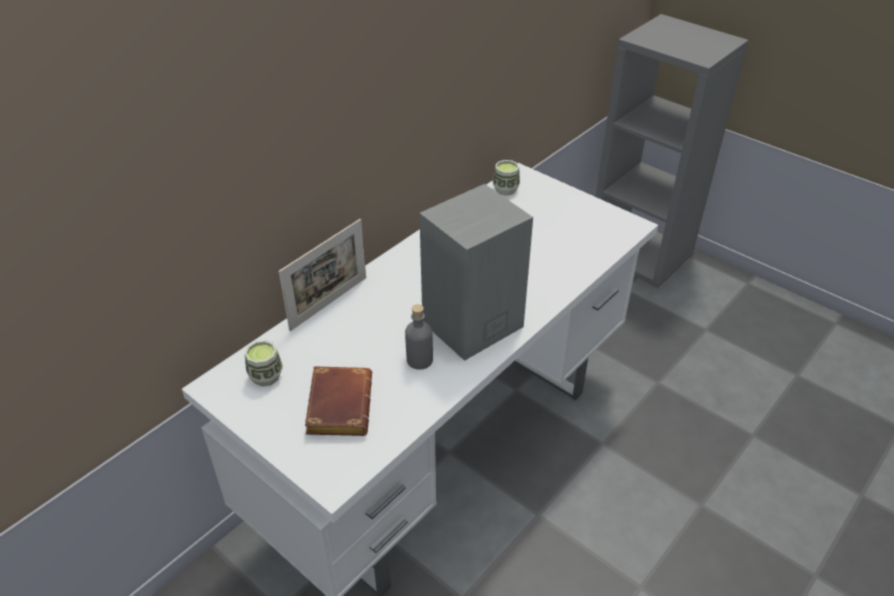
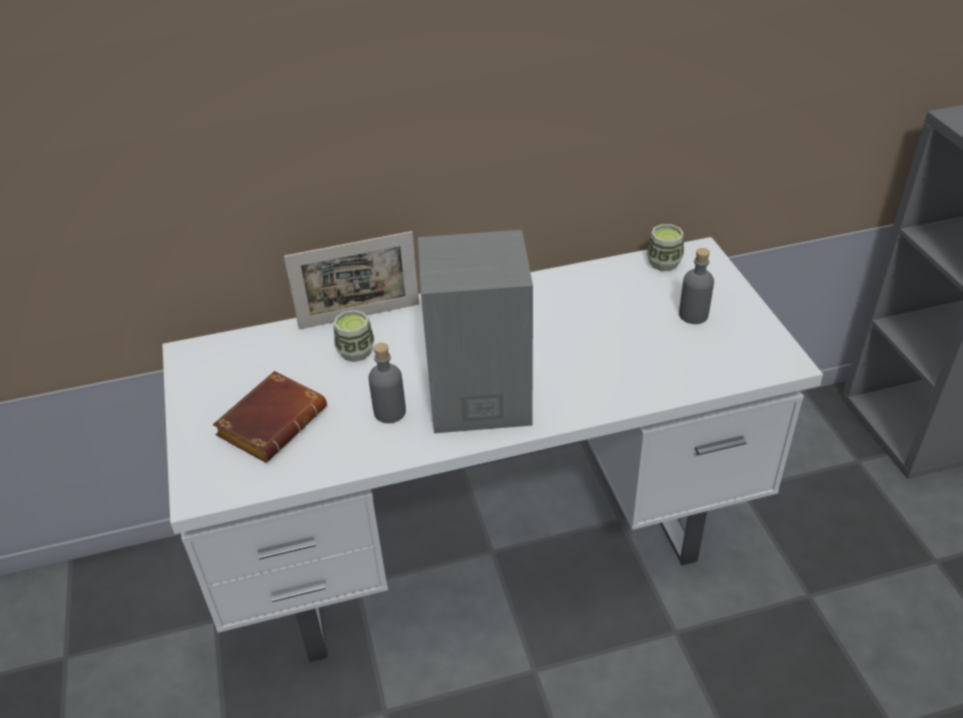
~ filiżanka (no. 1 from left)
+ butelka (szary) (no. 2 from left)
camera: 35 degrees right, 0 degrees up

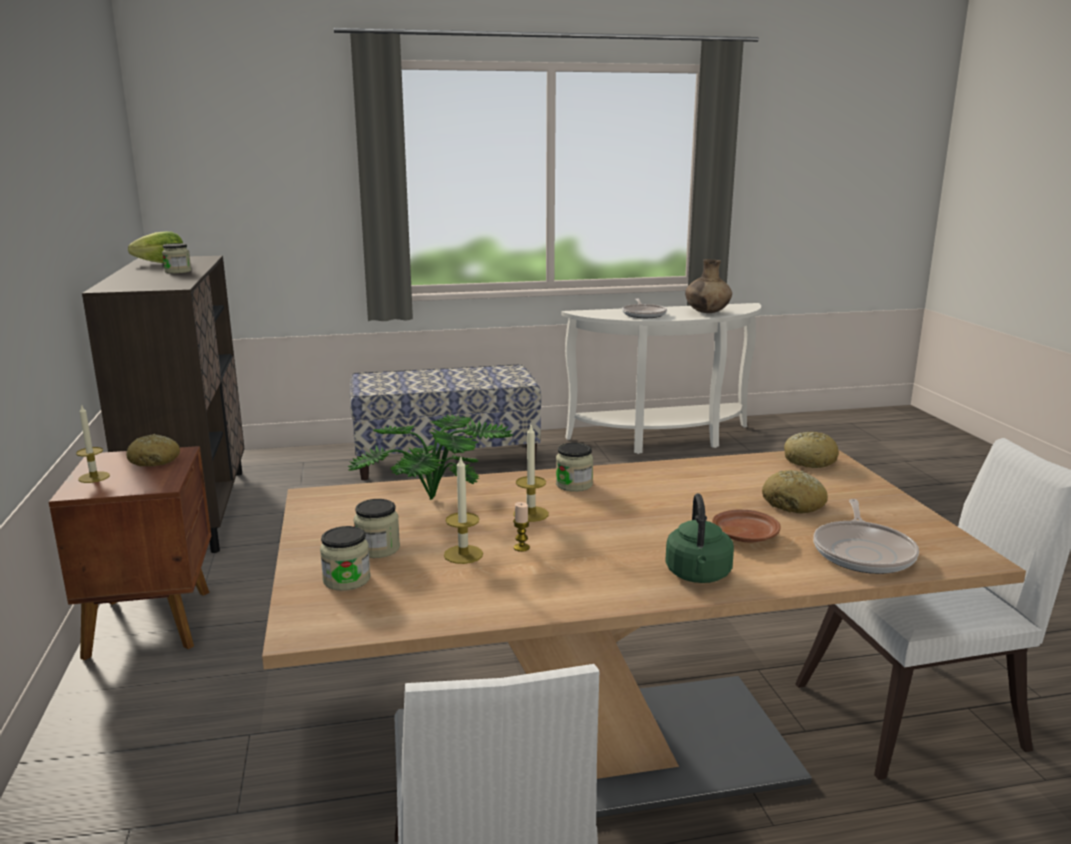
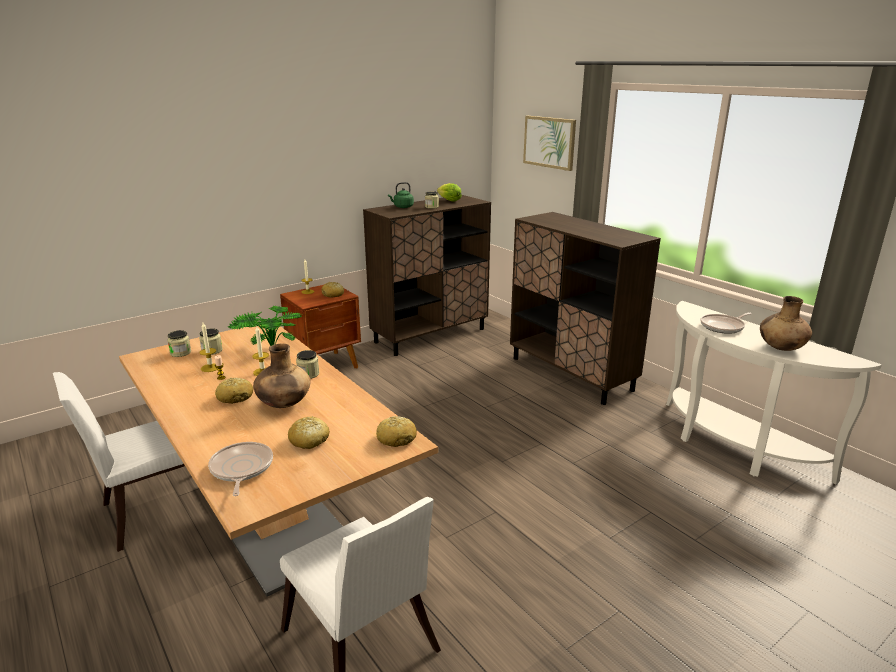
~ patelnia (no. 2 from left in the first image) 90 degrees clockwise
+ chleb (no. 1 from left)
+ wazon (brązowy) (no. 1 from left)
~ czajnik (zielony)
~ ławka to szafka (brązowy) (no. 2 from left)
+ obraz
- talerz (brązowy)
camera: 65 degrees right, 5 degrees up

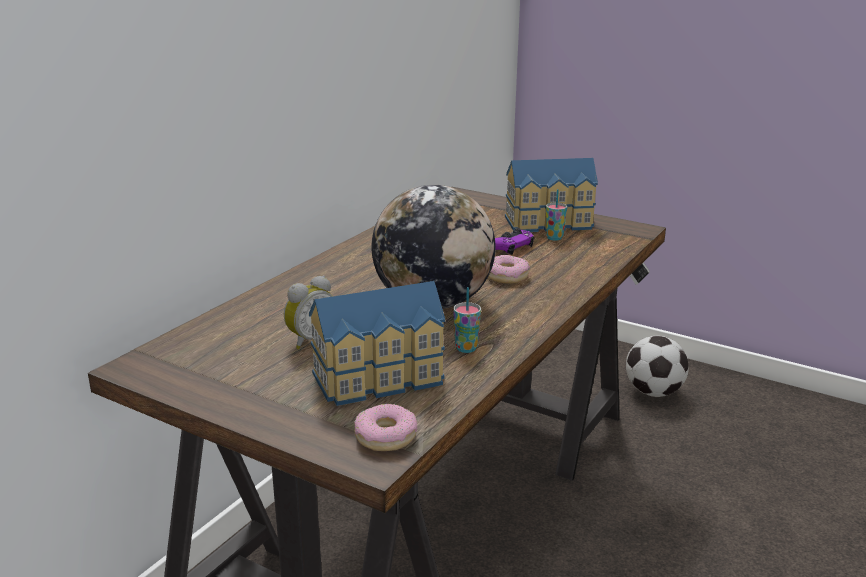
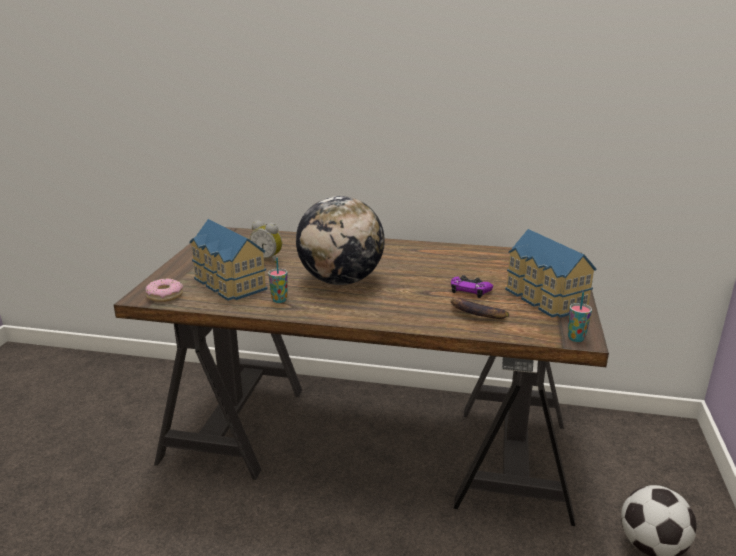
+ banan
~ filiżanka (no. 2 from left)
- donut (no. 2 from left)
camera: 70 degrees right, 0 degrees up

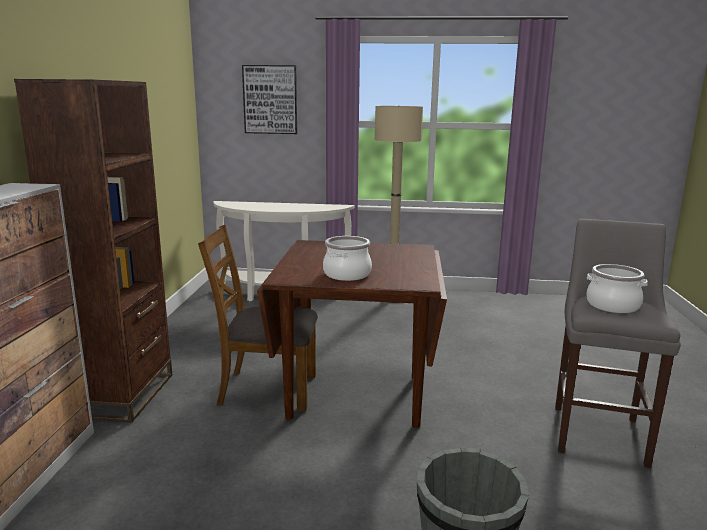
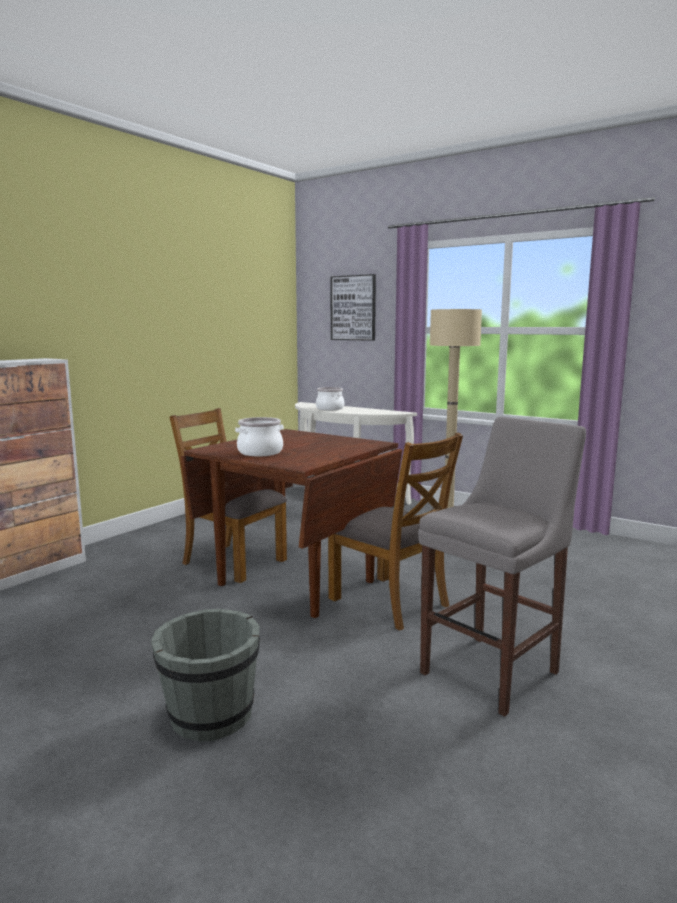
~ garnek (no. 2 from left)
+ krzesło (brązowy) (no. 2 from left)
- regał (brązowy)
camera: 30 degrees right, 5 degrees down

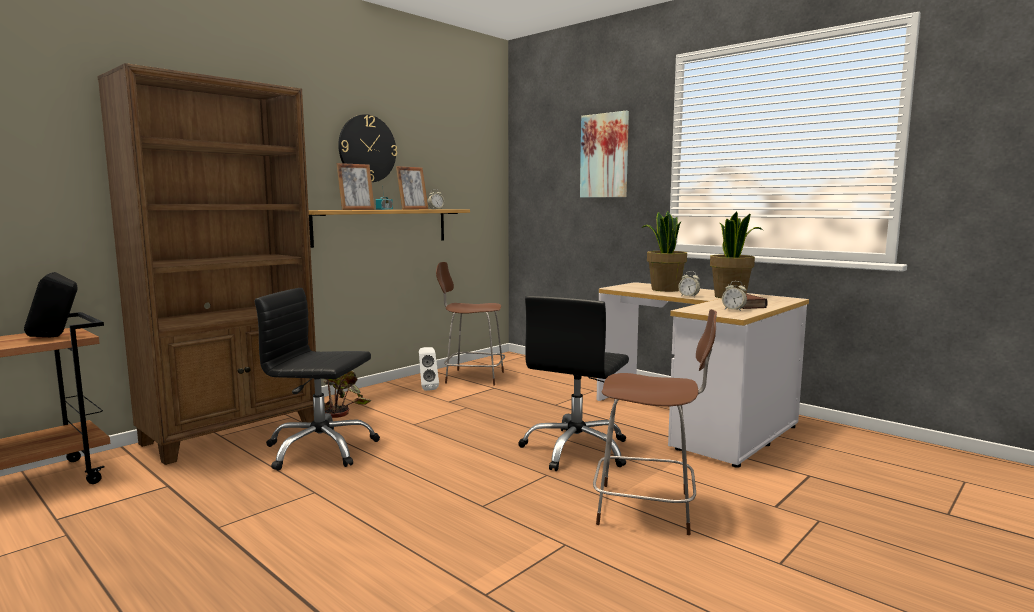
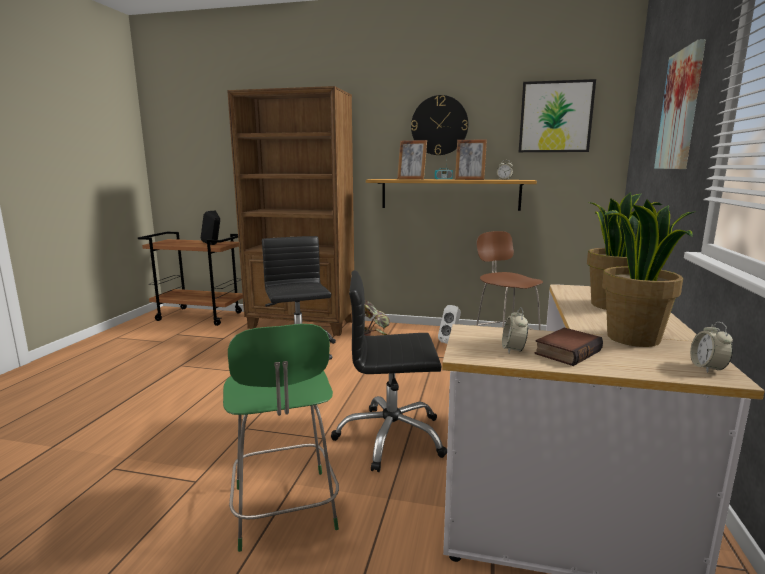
~ krzesło (brązowy) (no. 2 from left) to krzesło (zielony)
+ obraz (no. 1 from left)
~ budzik (no. 2 from left in the first image) to budzik (no. 3 from left)
camera: 60 degrees right, 5 degrees up

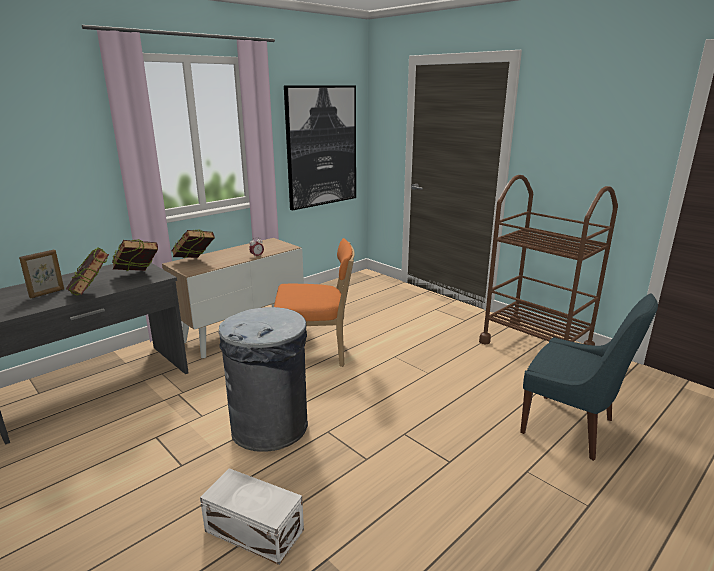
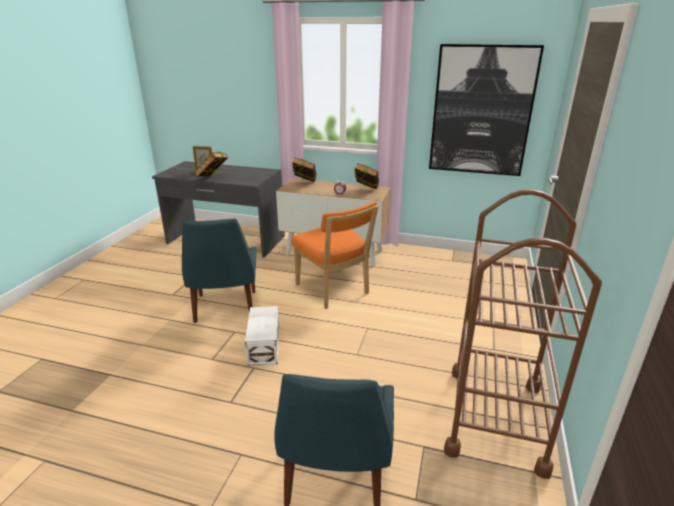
~ kosz na śmieci (szary) to krzesło (niebieski) (no. 1 from left)
~ pojemnik do przechowywania (biały)
~ książka (no. 2 from left in the first image) to książka (no. 3 from left)
camera: 60 degrees right, 5 degrees up

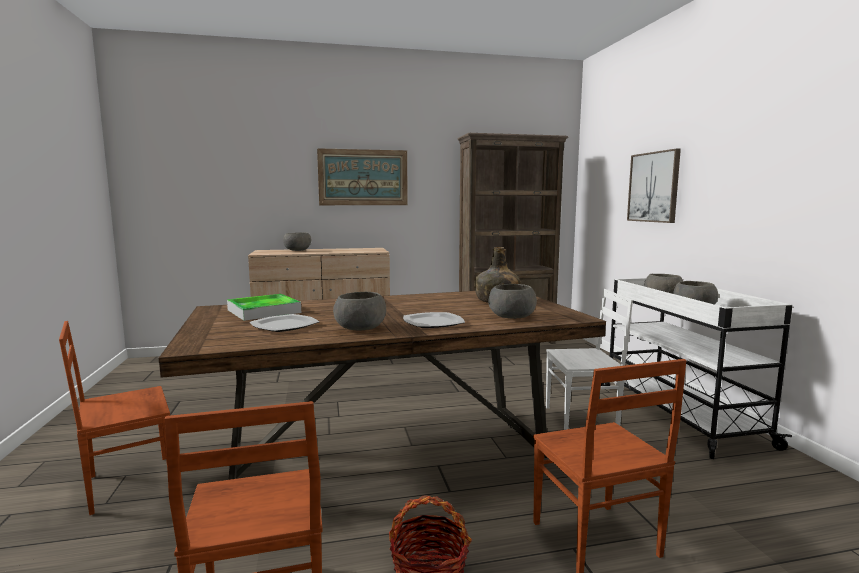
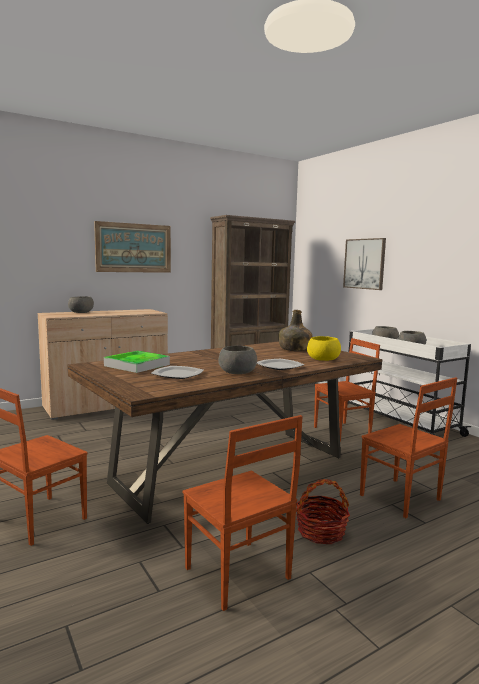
~ miska (szary) (no. 3 from left) to miska (żółty)
~ krzesło (biały) to krzesło (brązowy) (no. 3 from left)
camera: 20 degrees left, 0 degrees up

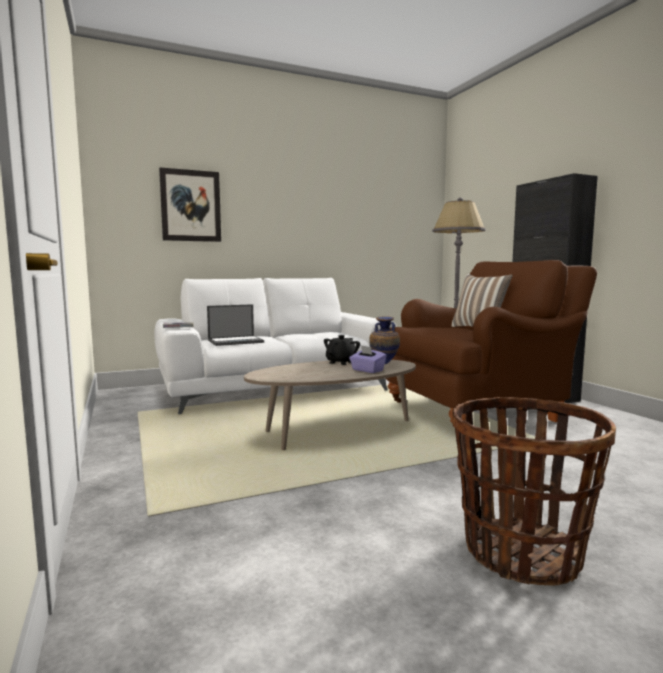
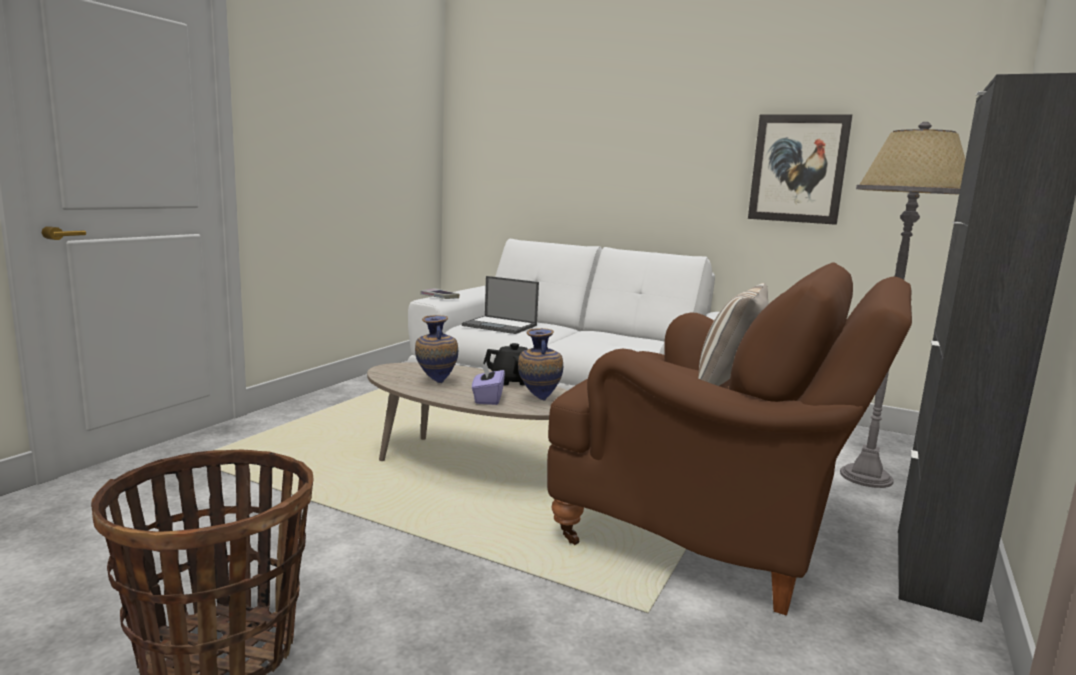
+ wazon (no. 1 from left)
~ obraz
camera: 50 degrees right, 5 degrees up

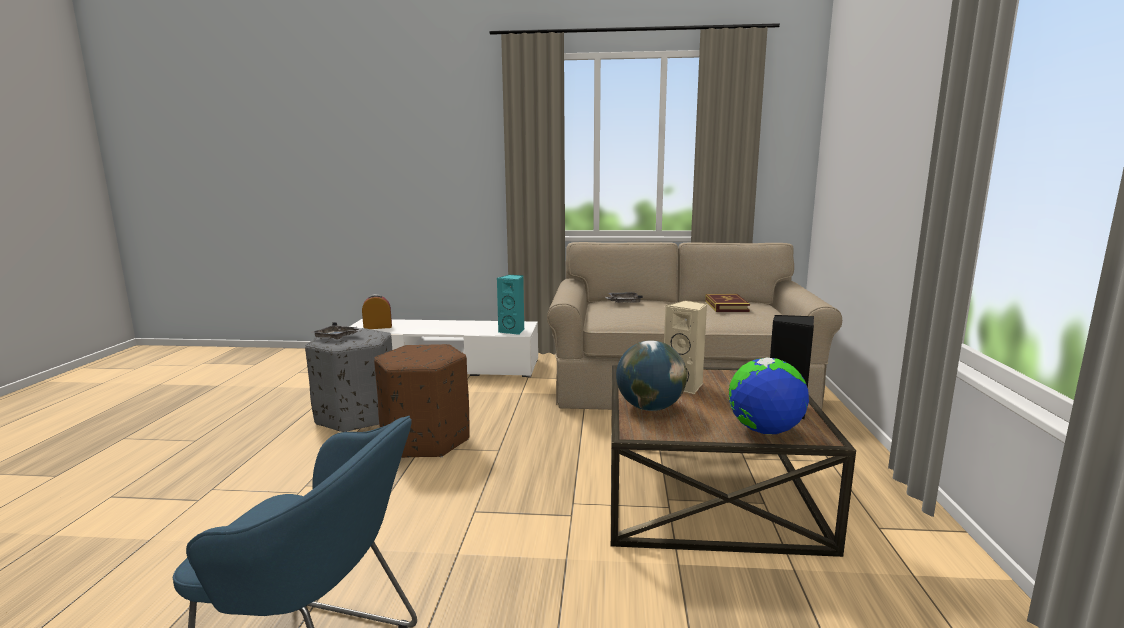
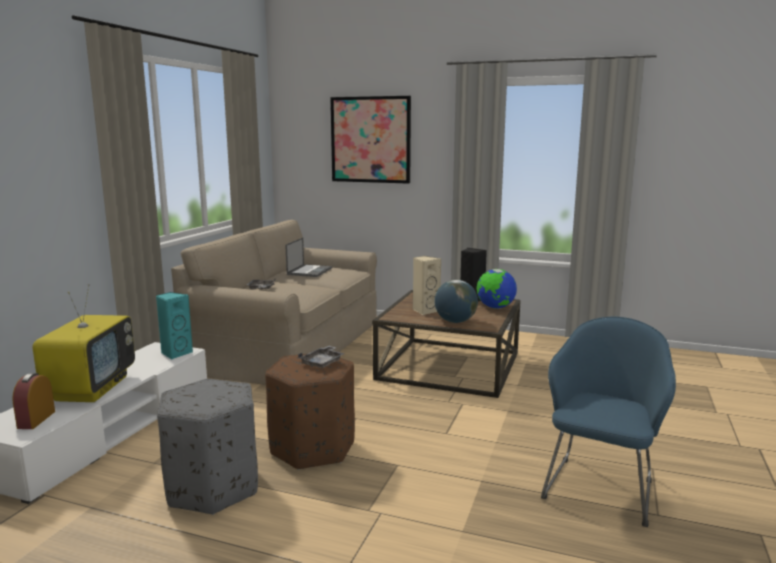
+ telewizor
~ książka to laptop
~ taca (szary) (no. 1 from left in the first image) to taca (szary) (no. 2 from left)
+ obraz
camera: 75 degrees left, 0 degrees up

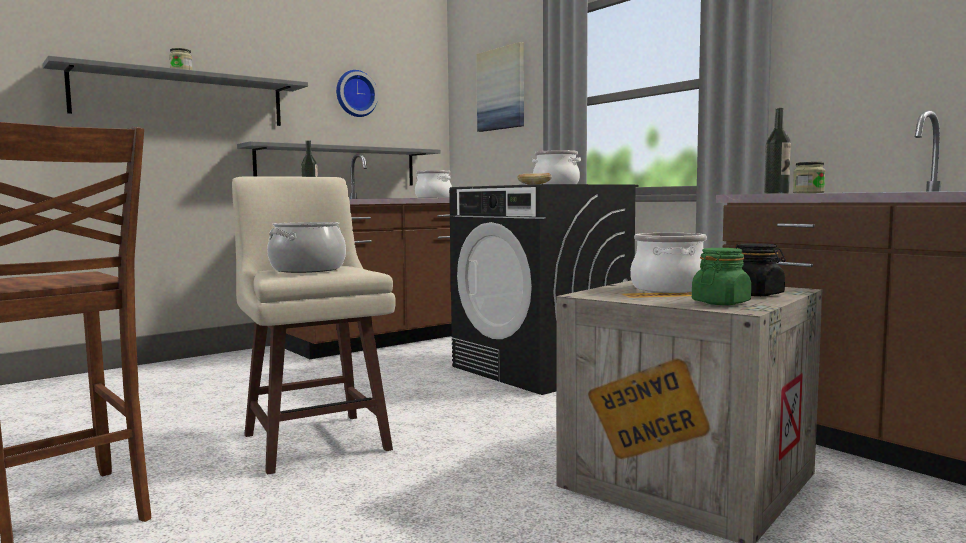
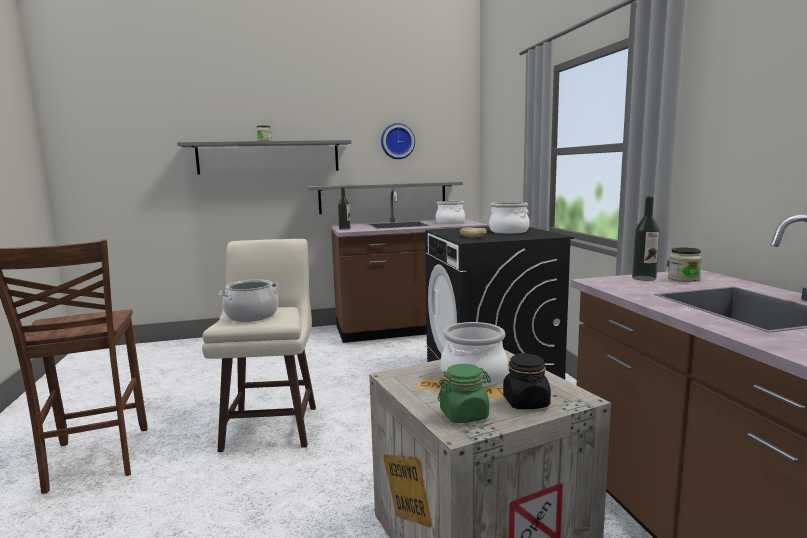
- obraz
camera: 25 degrees right, 5 degrees up

